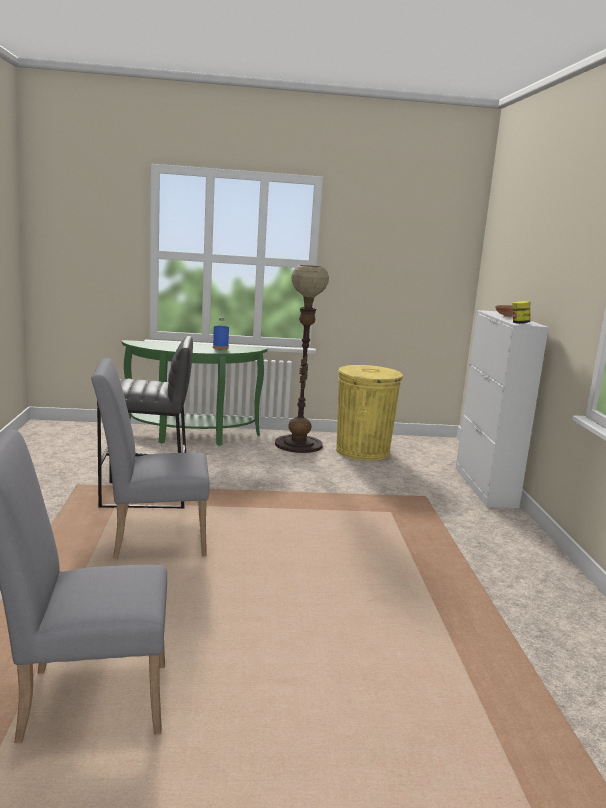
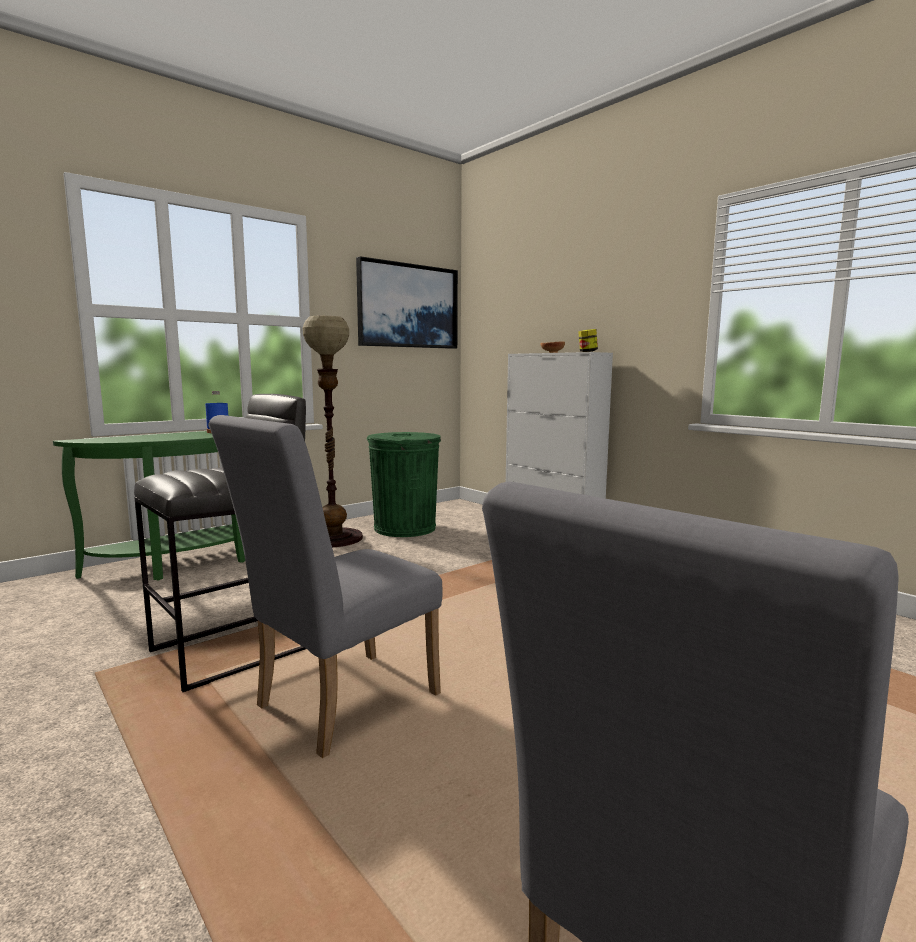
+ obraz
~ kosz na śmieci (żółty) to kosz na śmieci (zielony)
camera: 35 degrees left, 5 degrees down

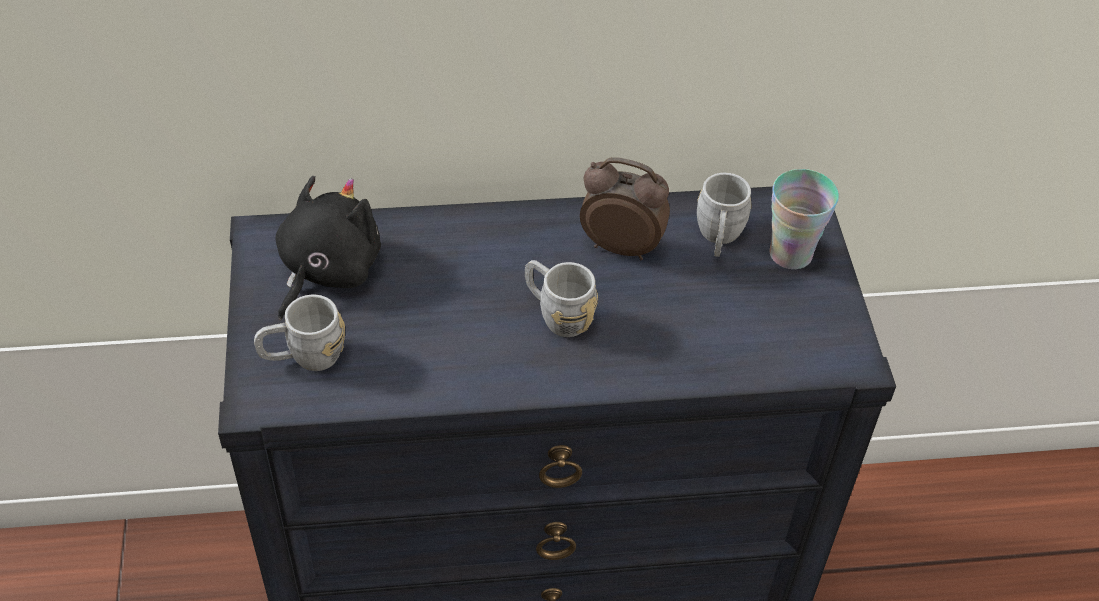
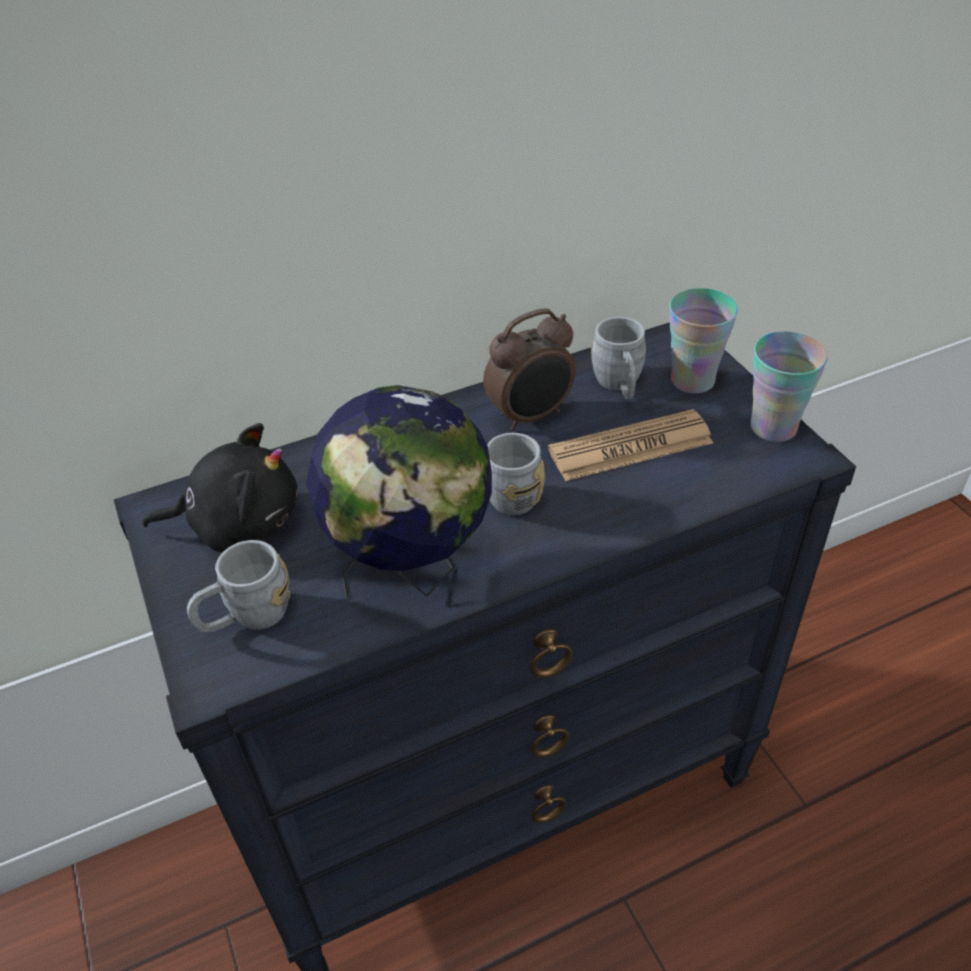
~ pluszak (czarny) 75 degrees clockwise
+ globus
~ budzik 150 degrees clockwise
+ gazeta
+ filiżanka (no. 2 from left)
camera: 15 degrees left, 5 degrees down

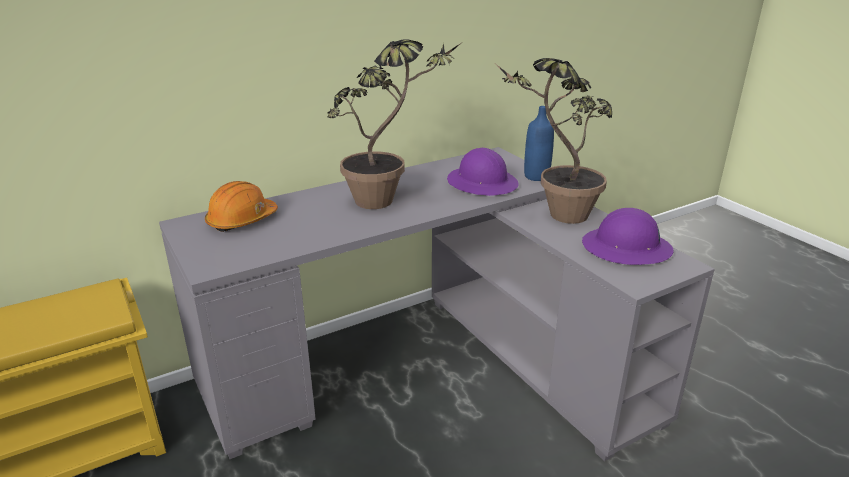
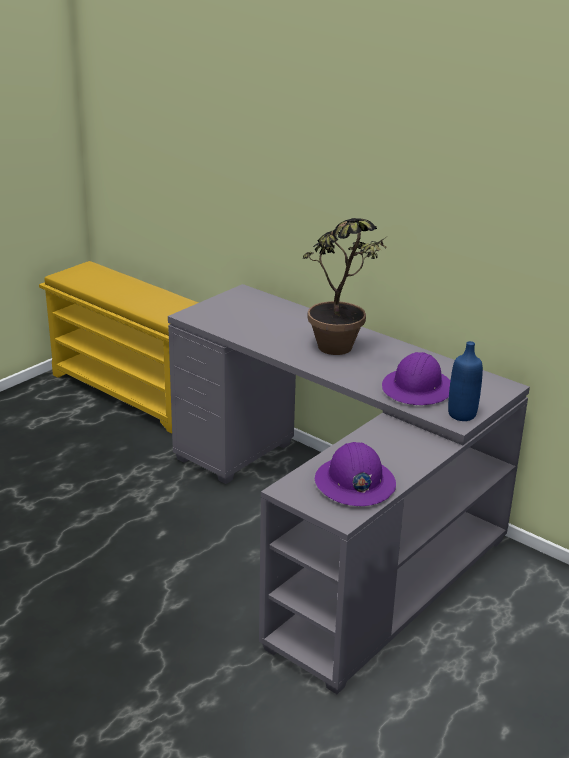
- kask (pomarańczowy)
- roślina doniczkowa (no. 2 from left)
camera: 70 degrees right, 0 degrees up

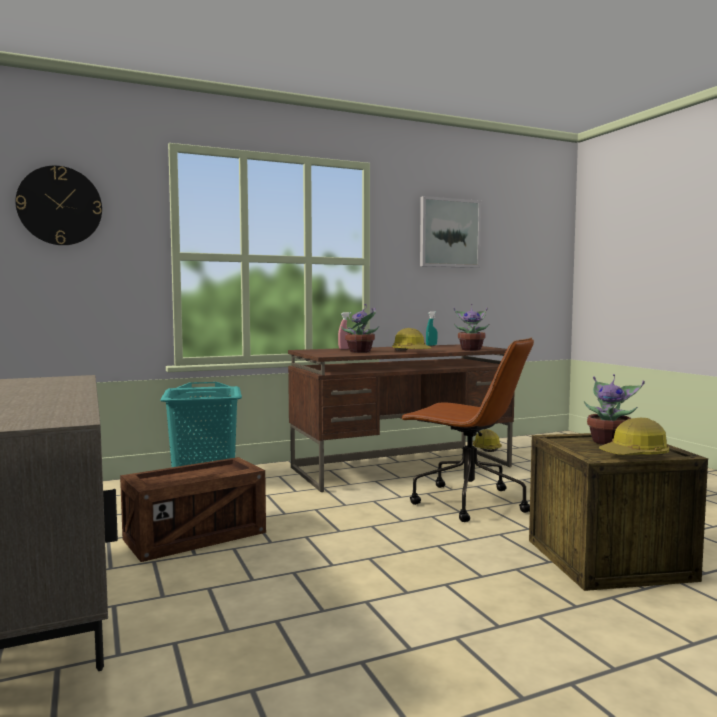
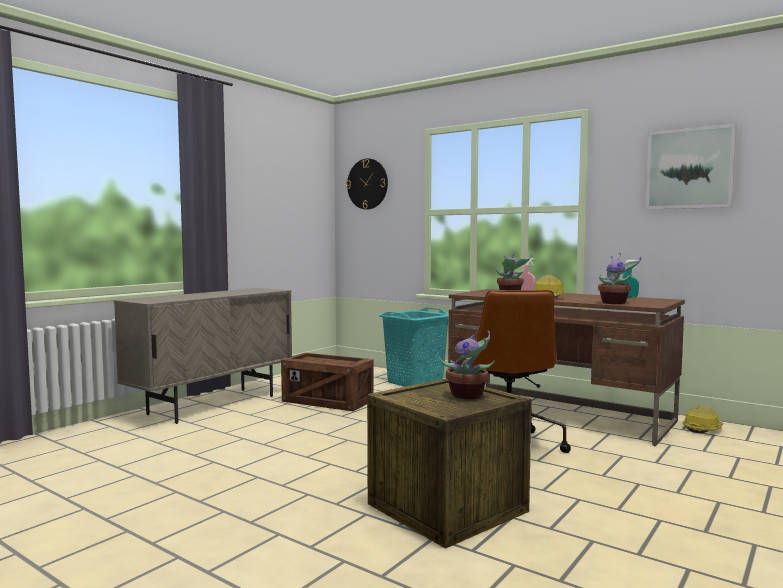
- kask (no. 3 from left)
camera: 60 degrees right, 0 degrees up

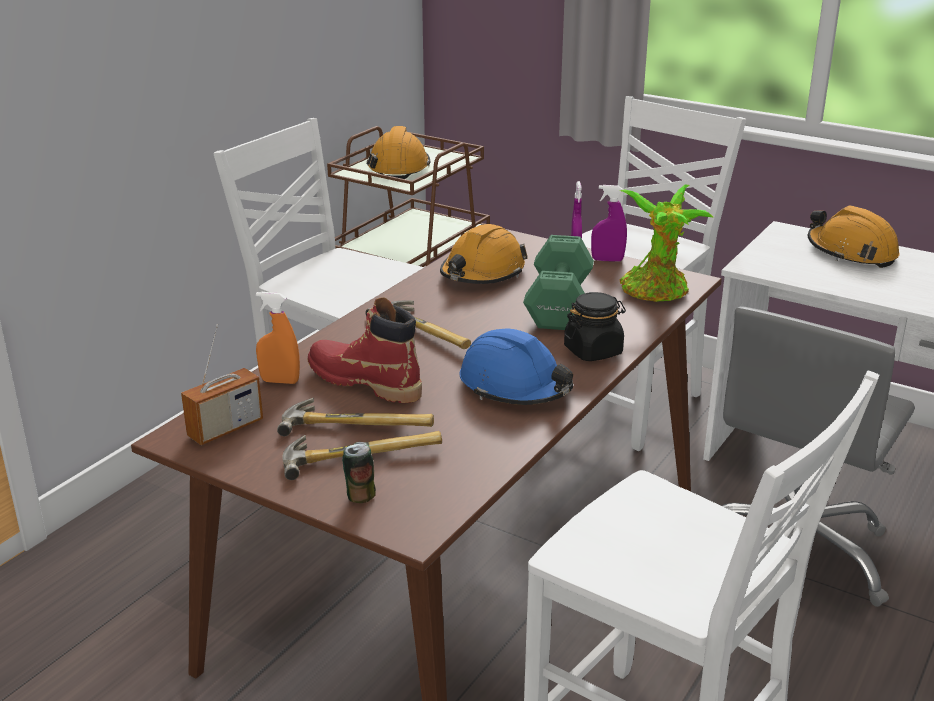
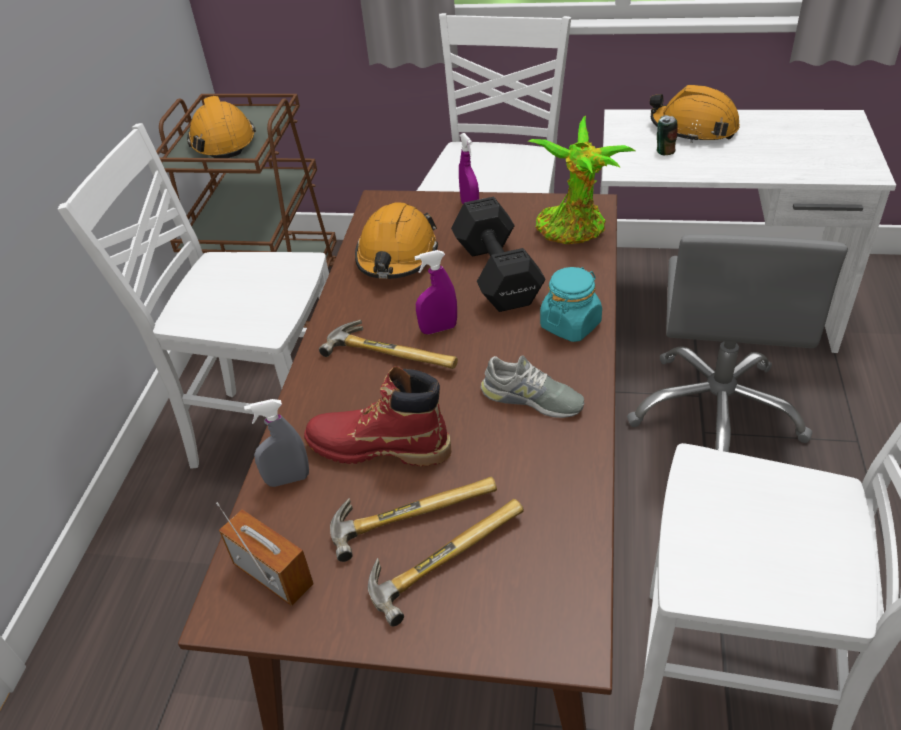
~ radio 75 degrees counterclockwise
~ spryskiwacz (pomarańczowy) to spryskiwacz (szary)
~ spryskiwacz (fioletowy) (no. 2 from left in the first image) to spryskiwacz (fioletowy) (no. 1 from left)
~ hantel (zielony) to hantel (czarny)
~ kask (niebieski) to but (szary)
~ słoik (czarny) to słoik (turkusowy)
~ puszka
camera: 20 degrees left, 15 degrees up

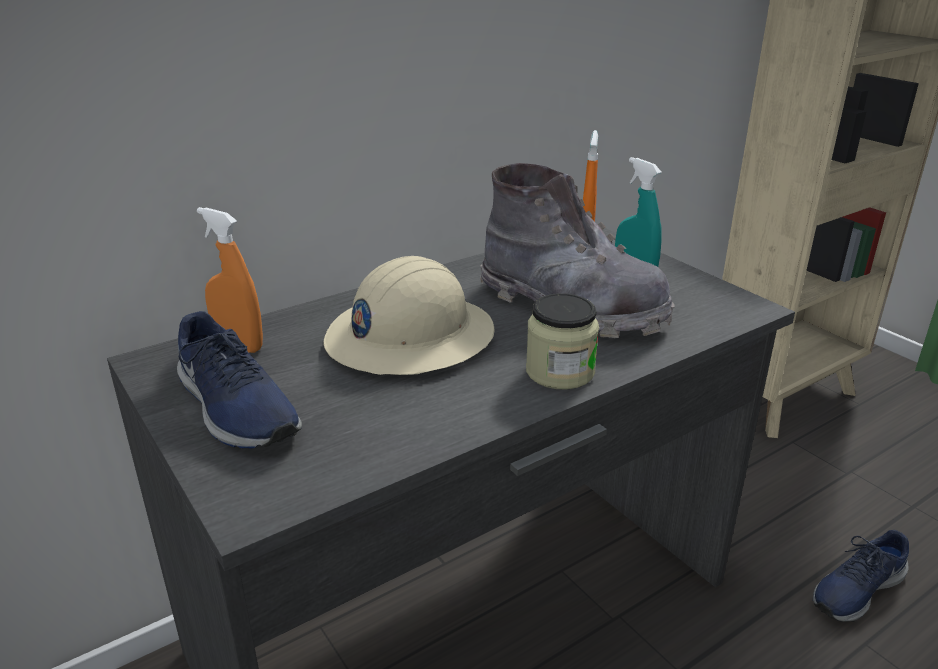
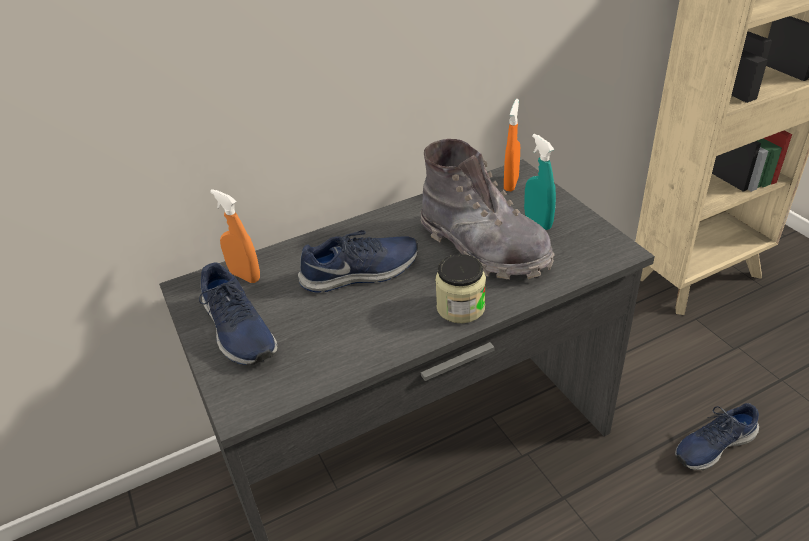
~ kask (beżowy) to but (niebieski) (no. 2 from left)
camera: 10 degrees right, 10 degrees up

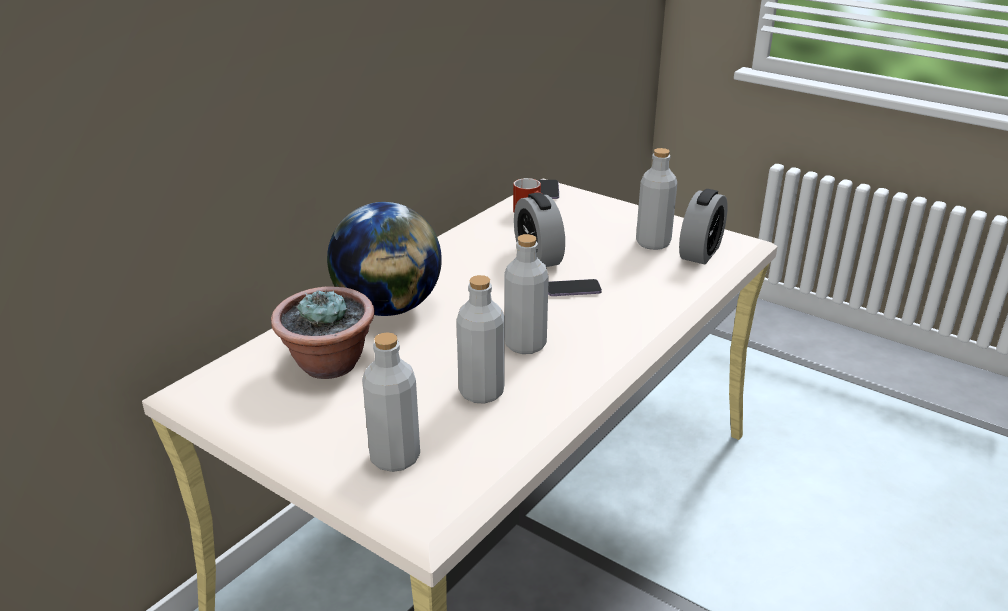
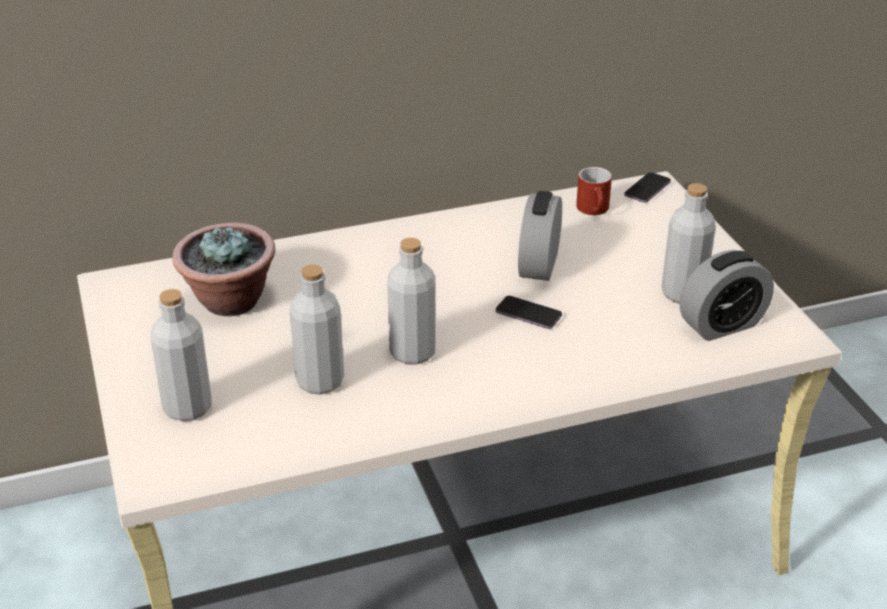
- globus
camera: 35 degrees right, 5 degrees up

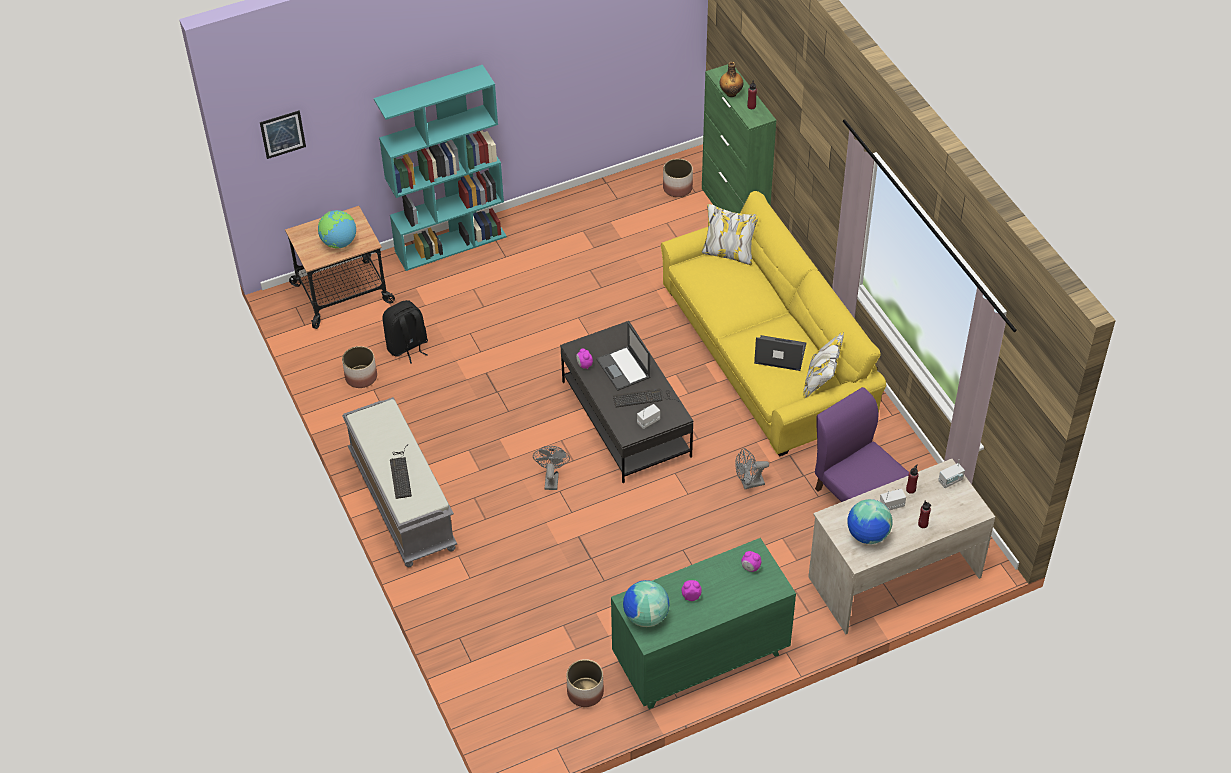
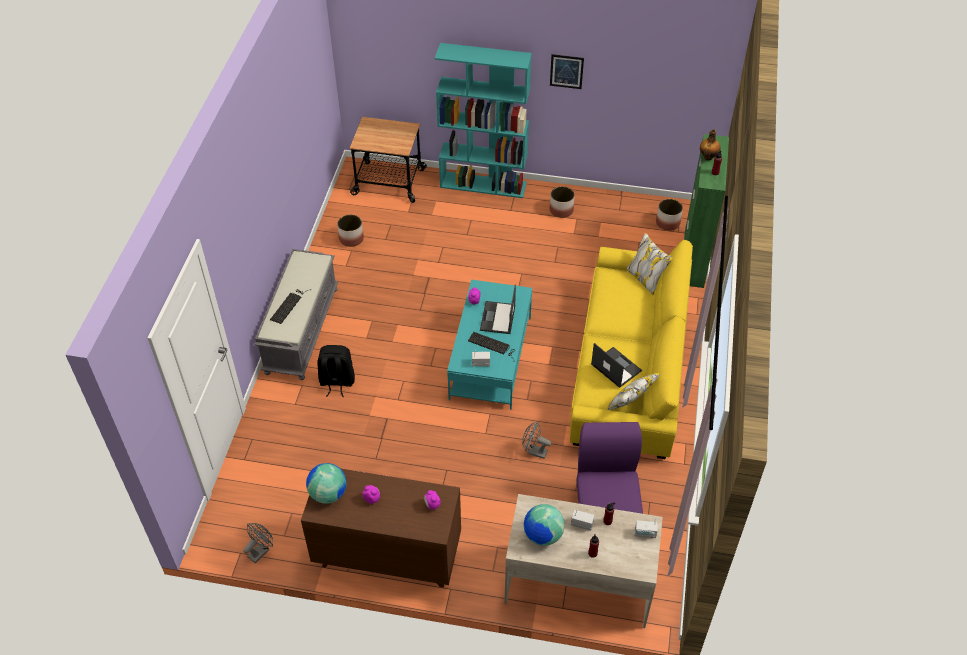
~ wentylator (szary) (no. 1 from left)
~ komoda (zielony) to komoda (brązowy)
~ plecak (czarny)
~ ława (czarny) to ława (turkusowy)
~ obraz
~ donica (no. 2 from left)
- globus (no. 1 from left)
camera: 35 degrees right, 0 degrees up

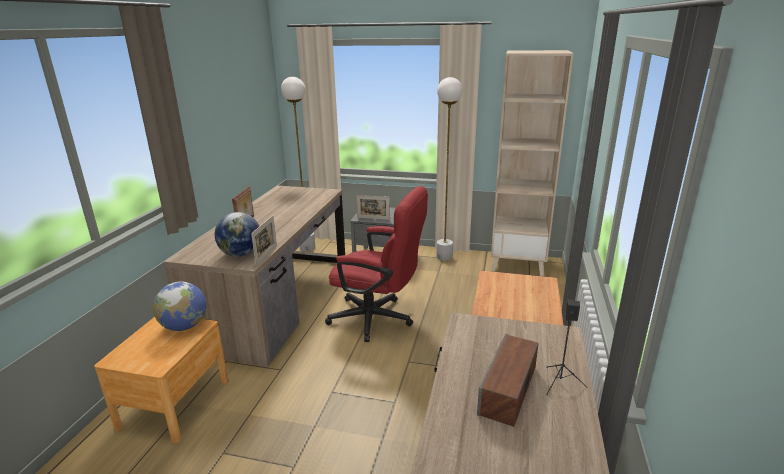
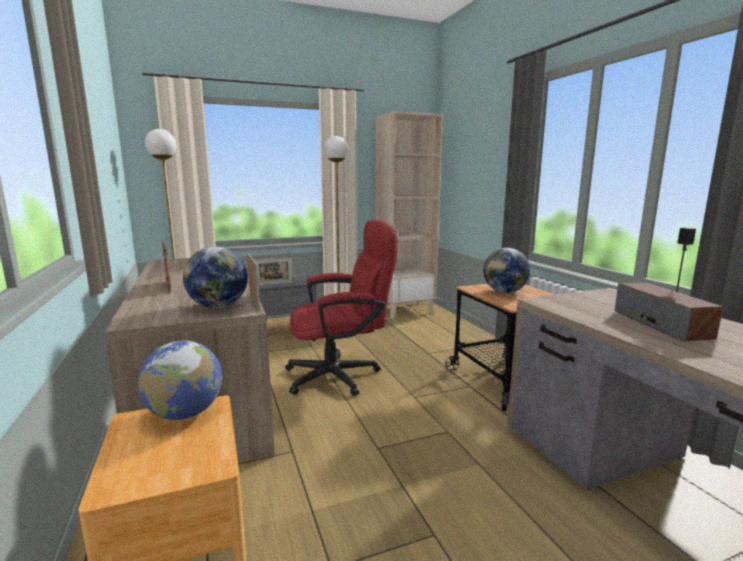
+ globus (no. 3 from left)
camera: 35 degrees left, 10 degrees down

